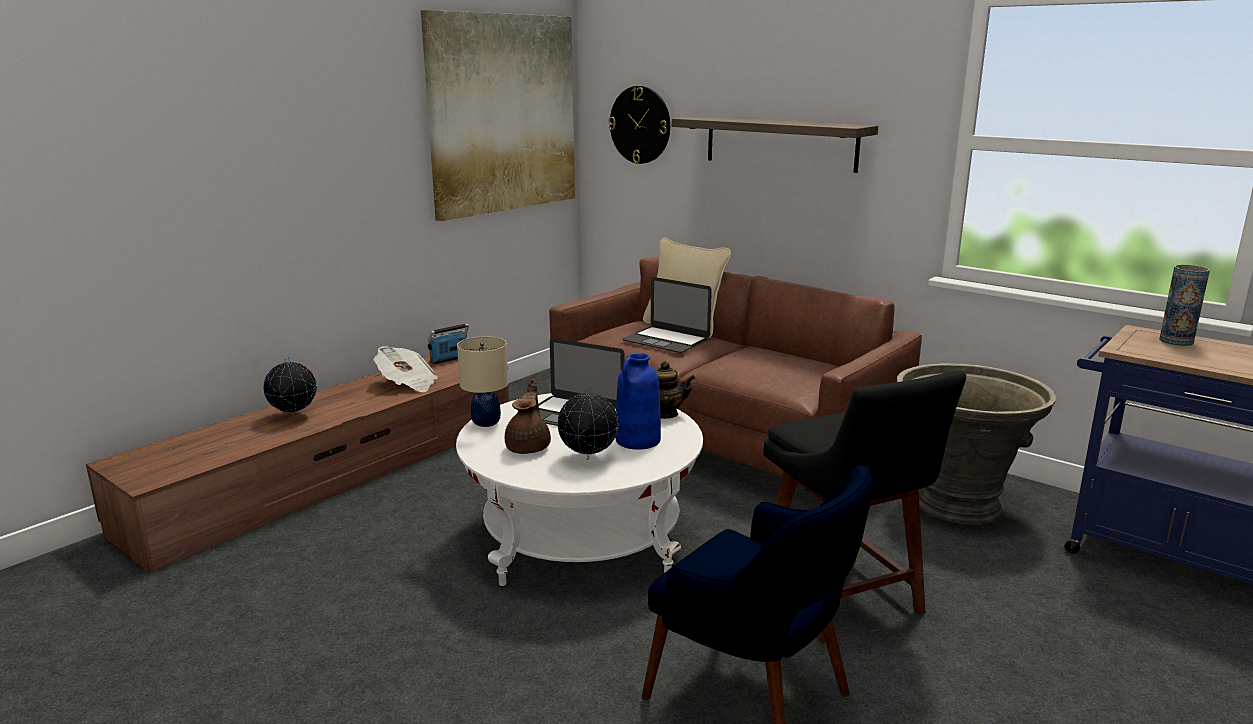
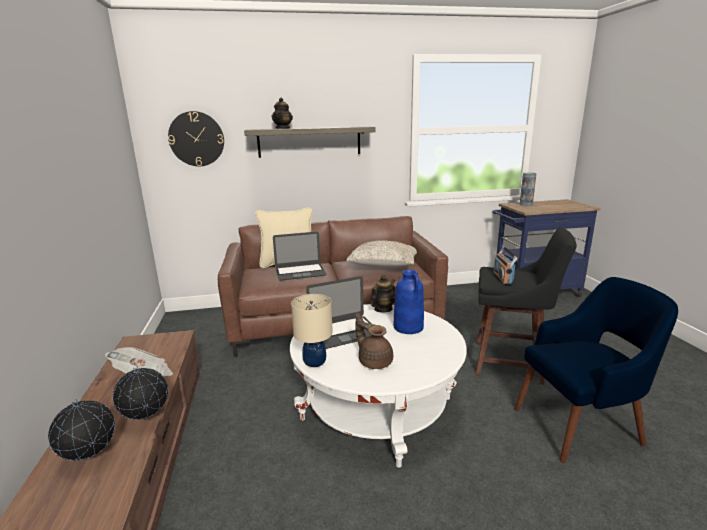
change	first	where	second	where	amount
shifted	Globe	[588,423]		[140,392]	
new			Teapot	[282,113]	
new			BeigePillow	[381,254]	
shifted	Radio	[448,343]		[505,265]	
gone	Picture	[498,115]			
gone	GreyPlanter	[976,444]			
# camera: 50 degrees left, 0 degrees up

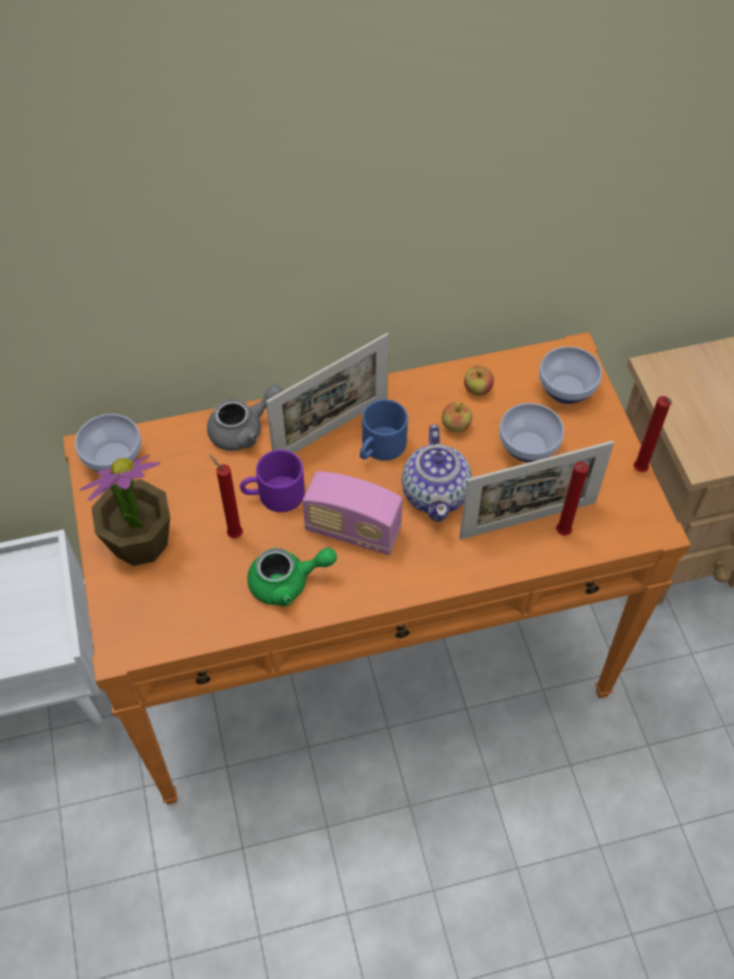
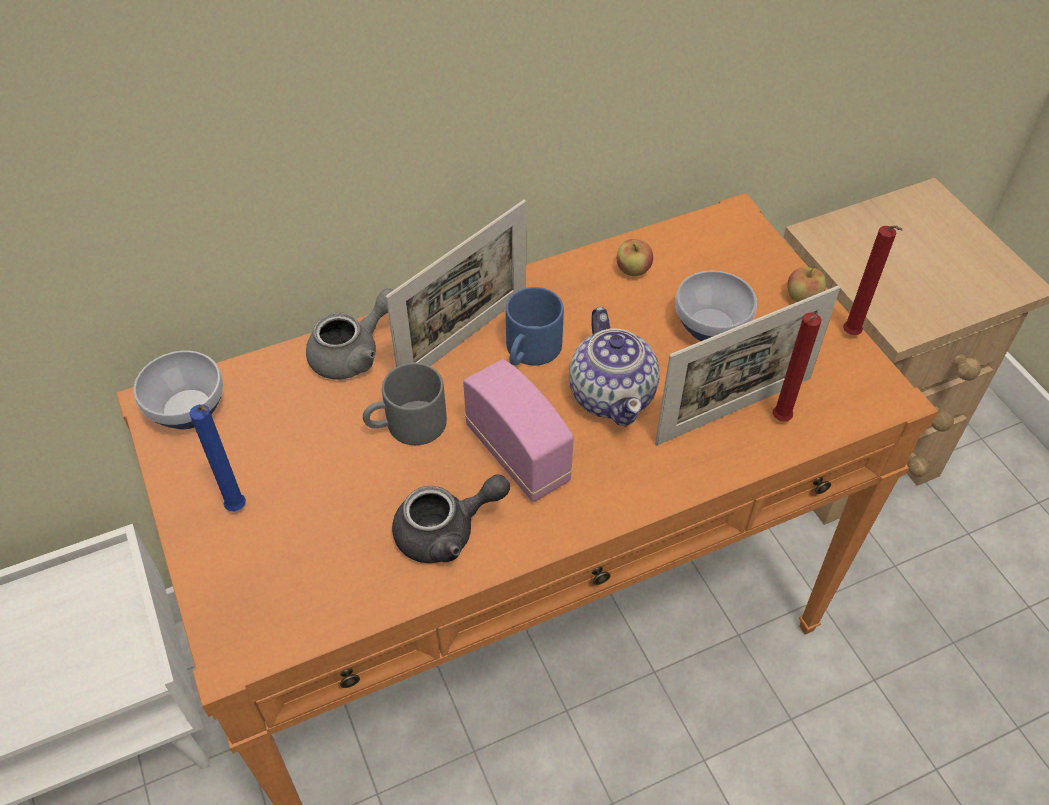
change	first	where	second	where	amount
swapped	PottedPlant	[125,510]	BlueCandle	[217,457]	
repainted	PurpleMug	[272,481]	GreyMug	[405,404]	
repainted	GreenTeapot	[292,577]	GreyTeapot	[451,518]	
rotated	Radio	[353,513]		[518,430]	135 degrees counterclockwise
shifted	Apple	[457,417]		[806,283]	
gone	RedCandle	[226,496]			
gone	Bowl	[570,375]			
# camera: 10 degrees left, 5 degrees down

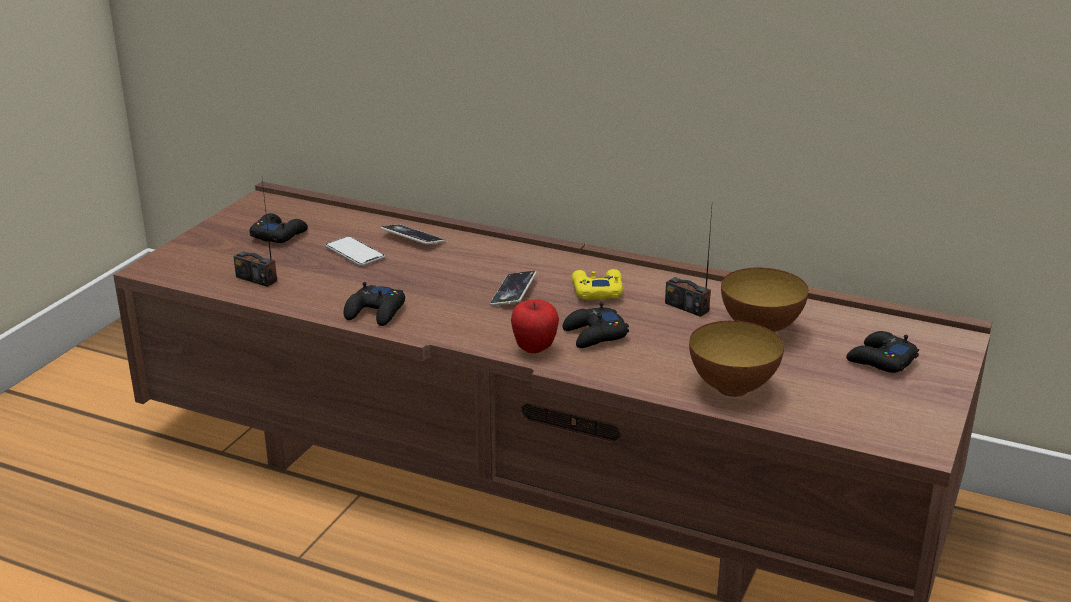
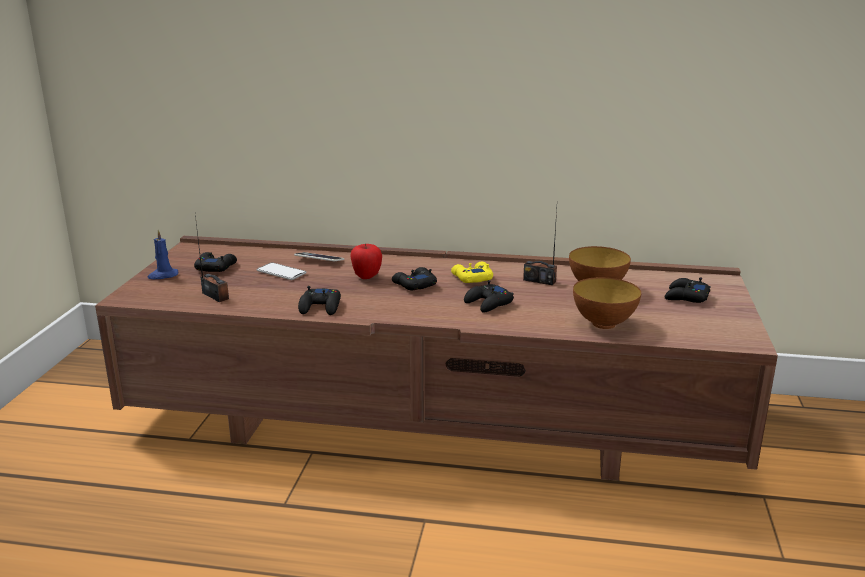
change	first	where	second	where	amount
new			BlueCandle	[162,254]	
rotated	Radio	[255,233]		[212,258]	150 degrees counterclockwise
shifted	Apple	[535,326]		[366,261]	
swapped	Phone	[513,288]	BlackGameController	[414,279]	
# camera: 15 degrees left, 5 degrees down

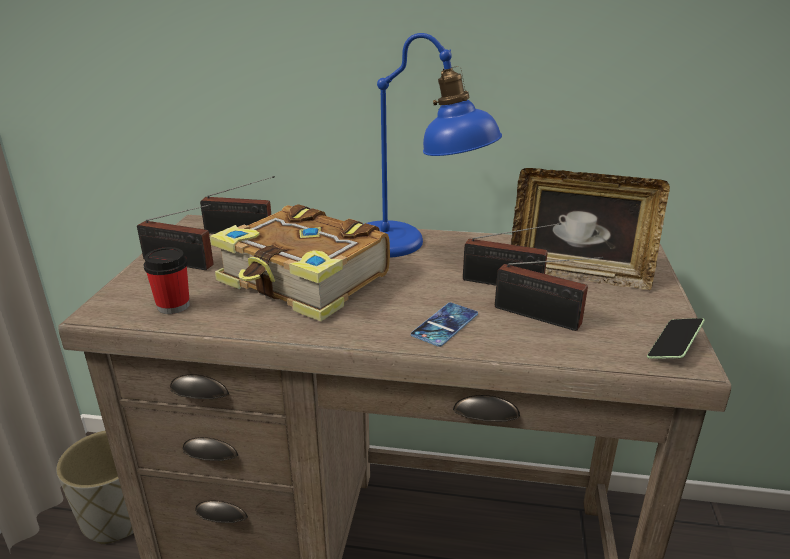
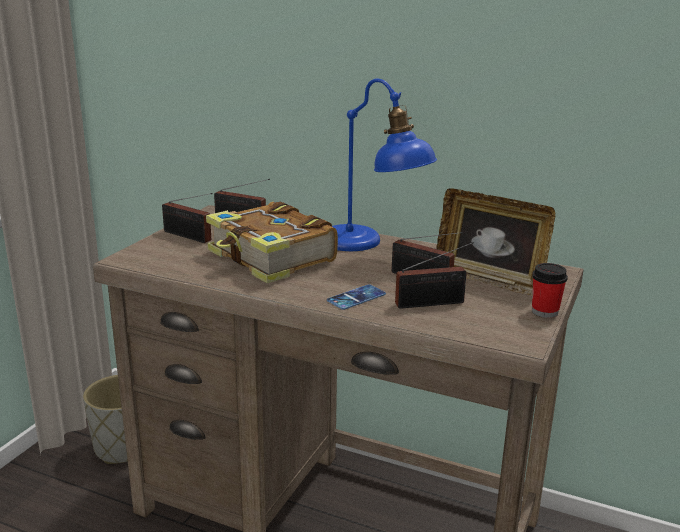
change	first	where	second	where	amount
rotated	Radio	[549,294]		[434,275]	60 degrees counterclockwise
shifted	Cup	[167,280]		[550,290]	
gone	Phone	[676,338]			
# camera: 15 degrees right, 5 degrees down

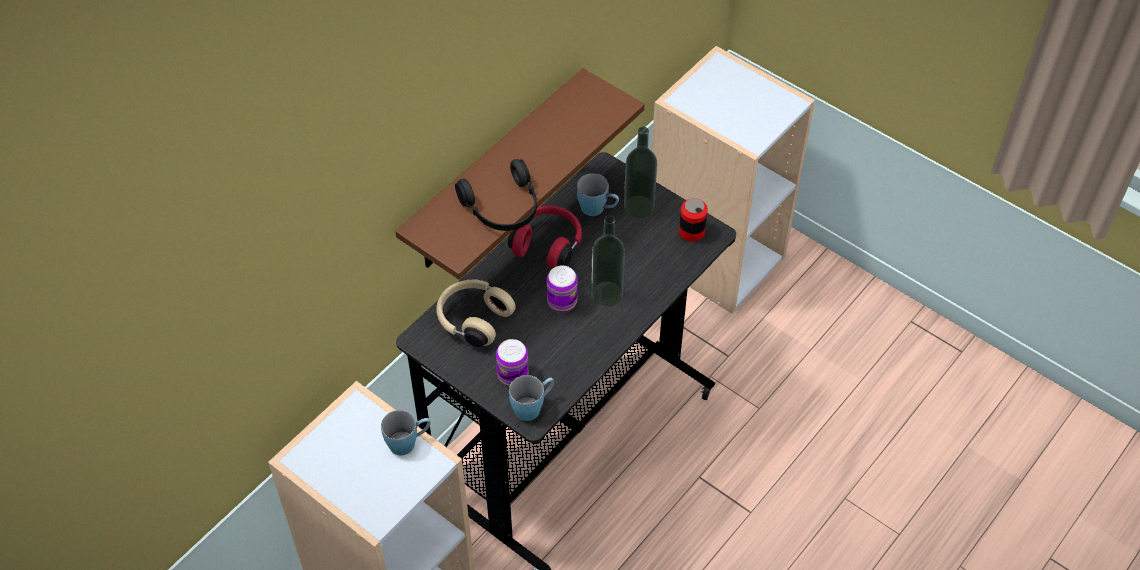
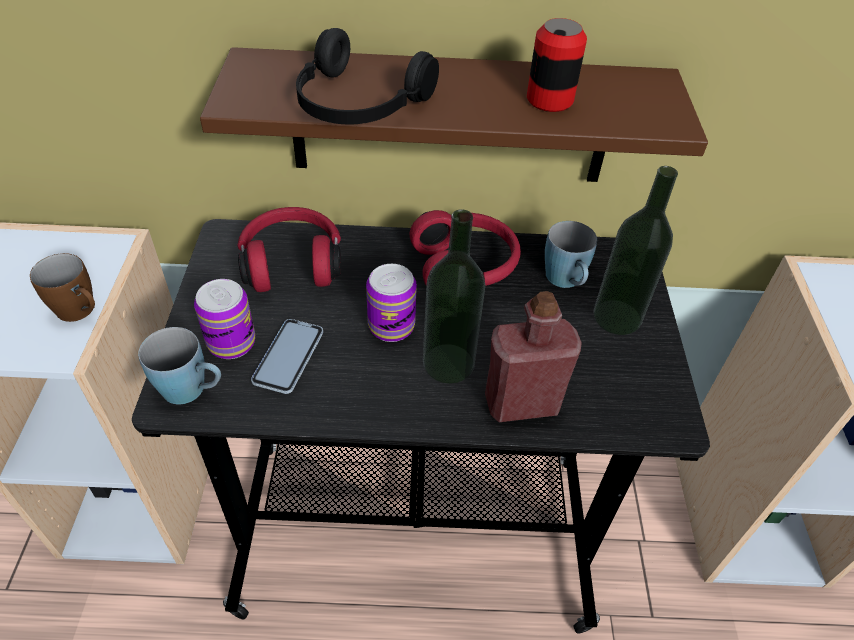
change	first	where	second	where	amount
repainted	BlueMug	[406,432]	BrownMug	[62,287]	
repainted	BeigeHeadphones	[476,313]	RedHeadphones	[289,249]	
new			Phone	[287,356]	
new			RedBottle	[533,356]	
shifted	Can	[693,220]		[557,65]	
# camera: 50 degrees right, 5 degrees down

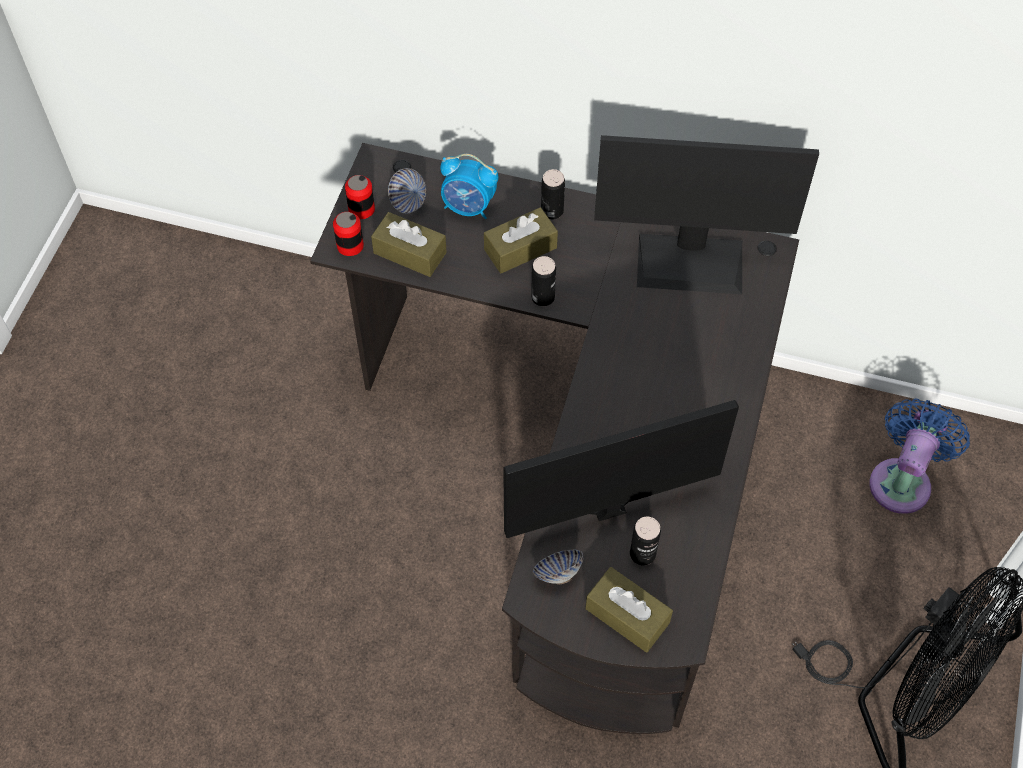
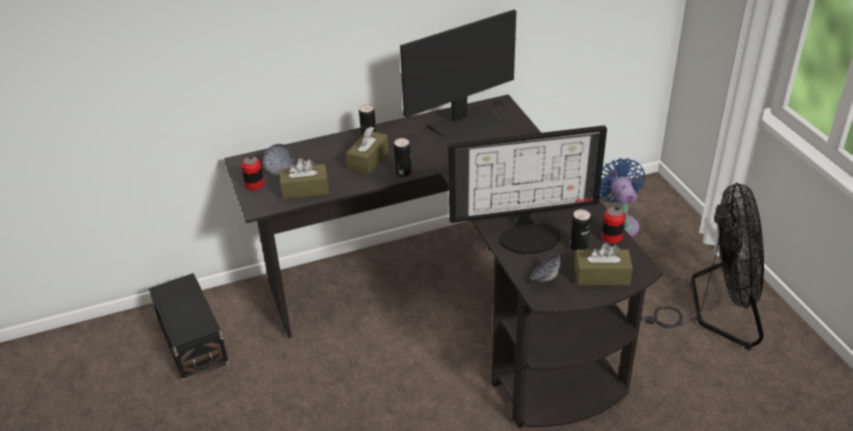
change	first	where	second	where	amount
new			BlackStorageBox	[189,327]	
rotated	Monitor	[621,469]		[527,190]	135 degrees counterclockwise
shifted	Can	[348,234]		[613,225]	
gone	AlarmClock	[469,186]			
# camera: 35 degrees left, 20 degrees down

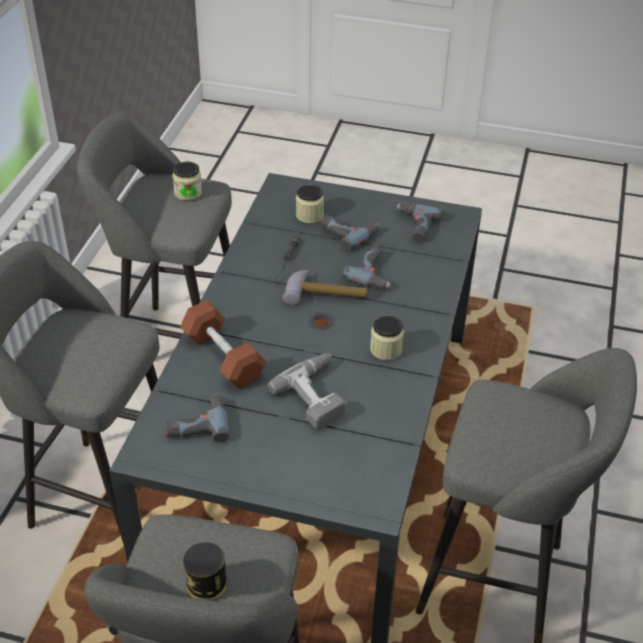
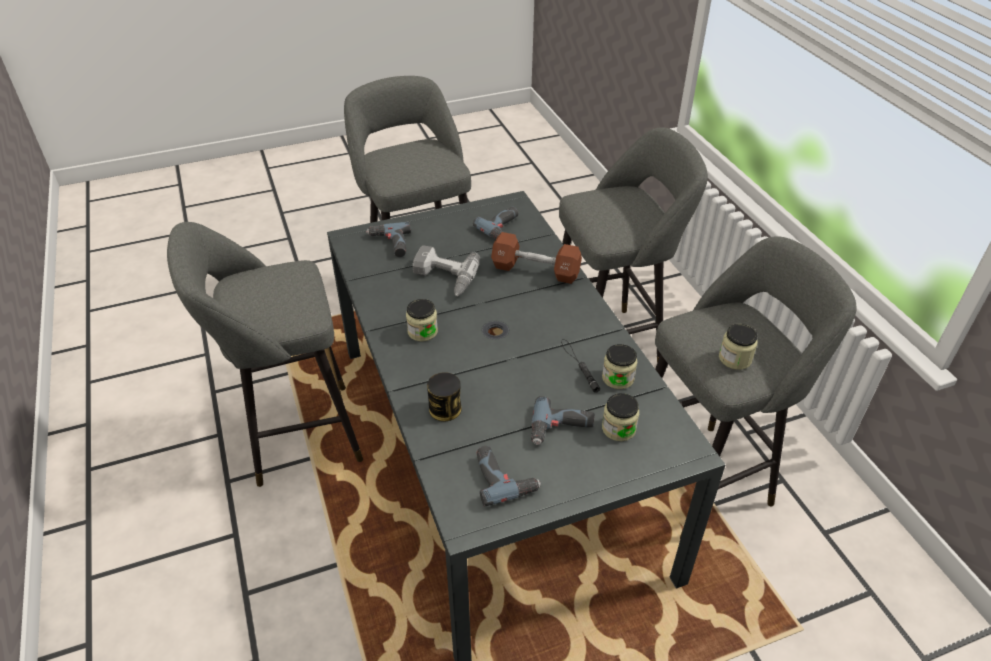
change	first	where	second	where	amount
shifted	PowerDrill	[366,267]		[388,239]	
shifted	Can	[205,571]		[444,396]	
new			Jar	[619,366]	
gone	Hammer	[325,287]			
# camera: 145 degrees right, 0 degrees up

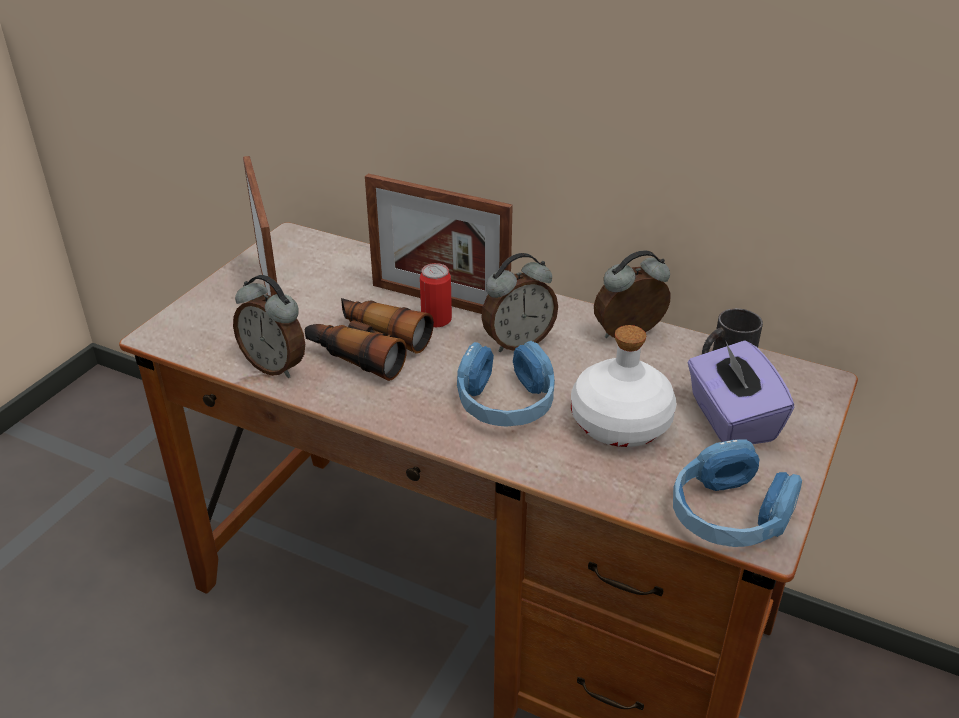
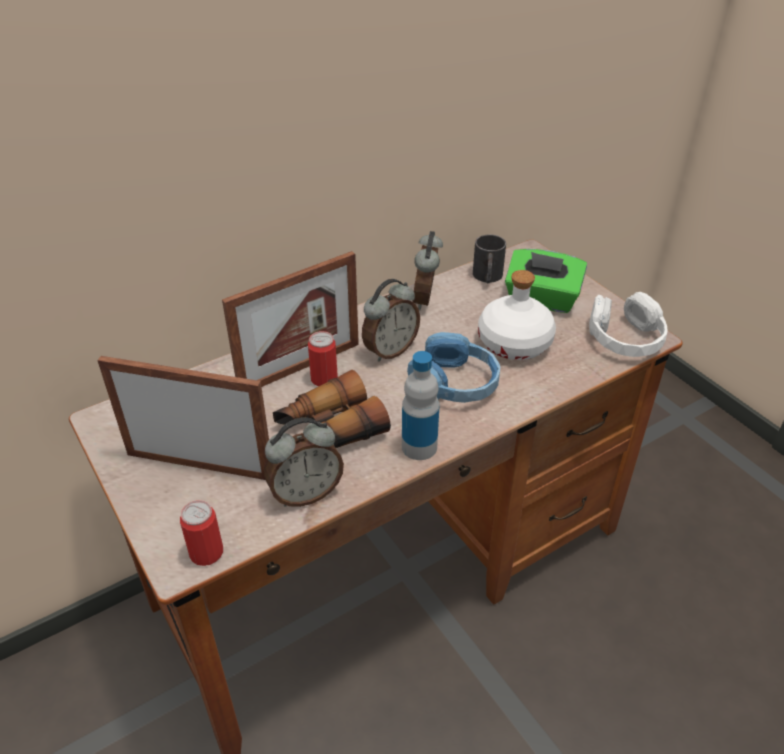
change	first	where	second	where	amount
new			Can	[201,533]	
rotated	AlarmClock	[519,302]		[391,320]	45 degrees clockwise
new			Bottle	[420,405]	
repainted	PurpleTissueBox	[741,392]	GreenTissueBox	[546,281]	
repainted	BlueHeadphones	[737,493]	WhiteHeadphones	[628,324]	
# camera: 60 degrees left, 5 degrees up

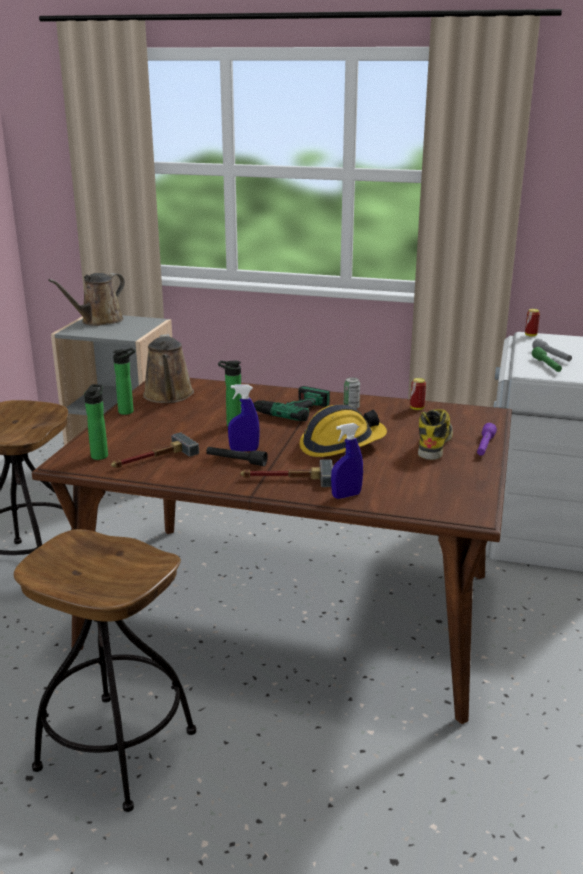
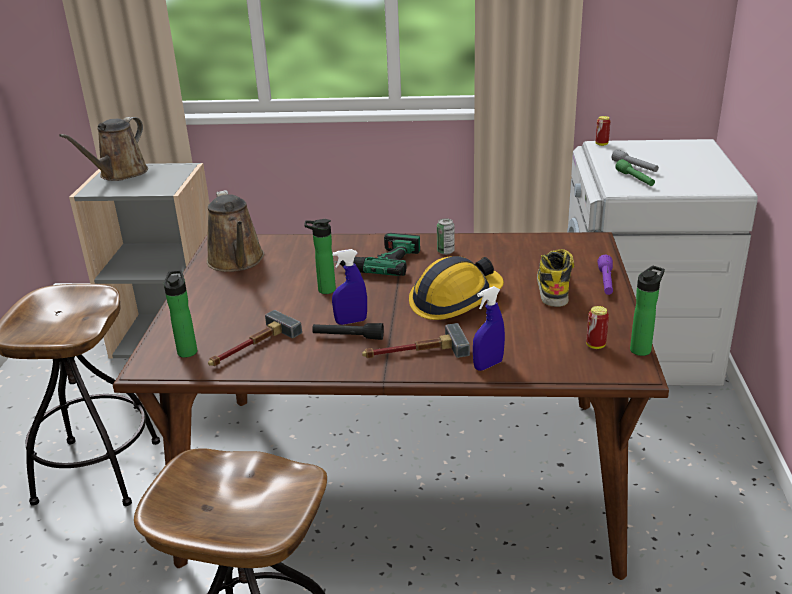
change	first	where	second	where	amount
shifted	Can	[418,394]		[597,327]	
shifted	Bottle	[124,381]		[647,311]	
# camera: 10 degrees left, 5 degrees up

